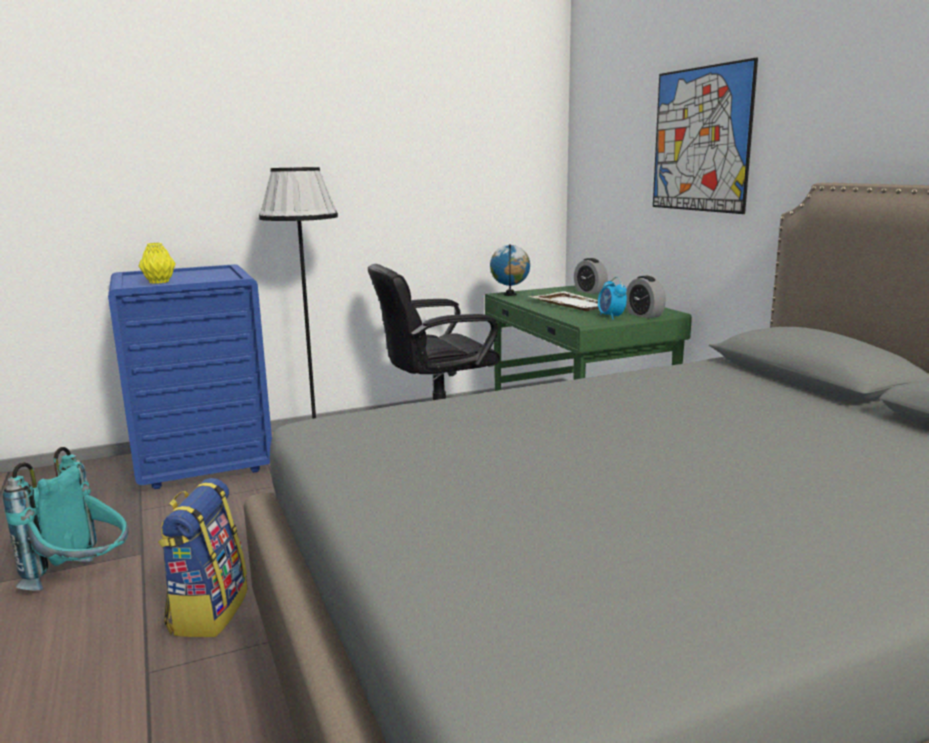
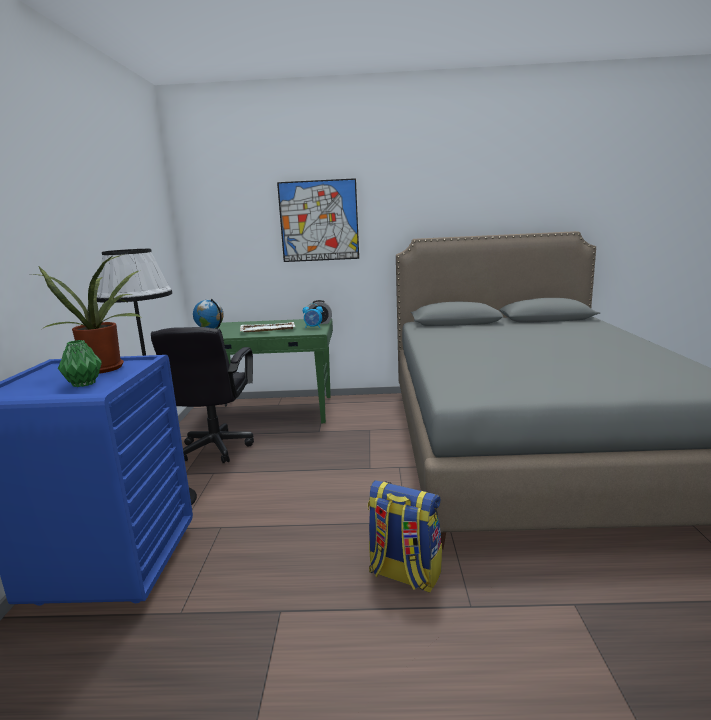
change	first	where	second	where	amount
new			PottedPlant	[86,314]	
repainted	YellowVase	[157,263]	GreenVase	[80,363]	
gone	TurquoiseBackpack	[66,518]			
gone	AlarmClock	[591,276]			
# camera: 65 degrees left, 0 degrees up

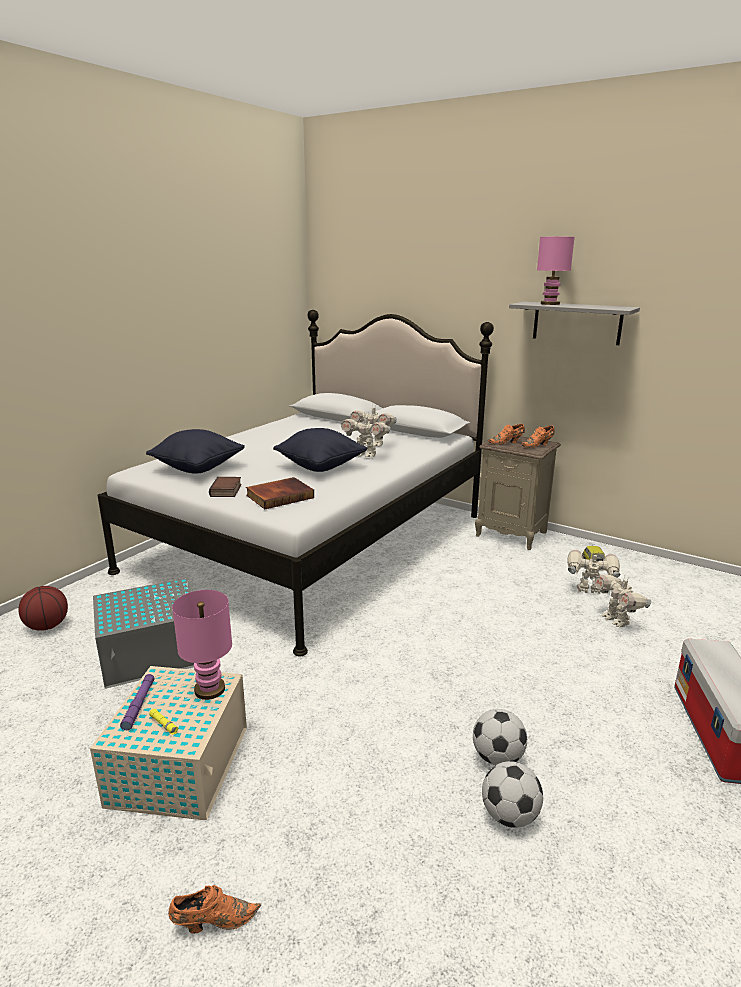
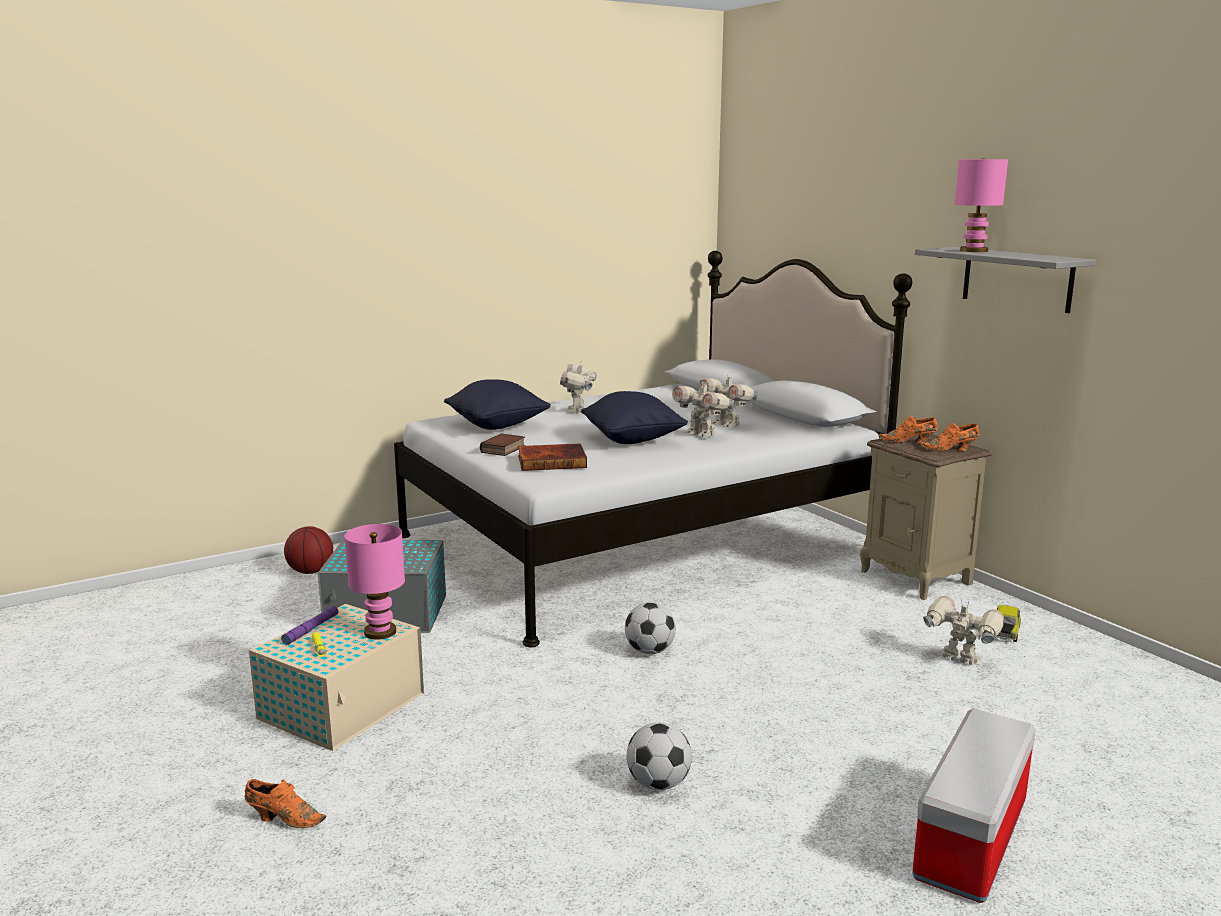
change	first	where	second	where	amount
shifted	ToyRobot	[622,601]		[578,386]	
shifted	Football	[512,794]		[650,628]	
# camera: 25 degrees right, 5 degrees down

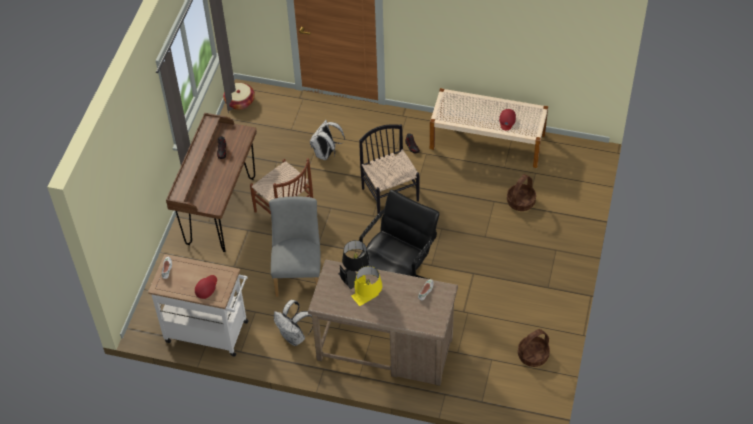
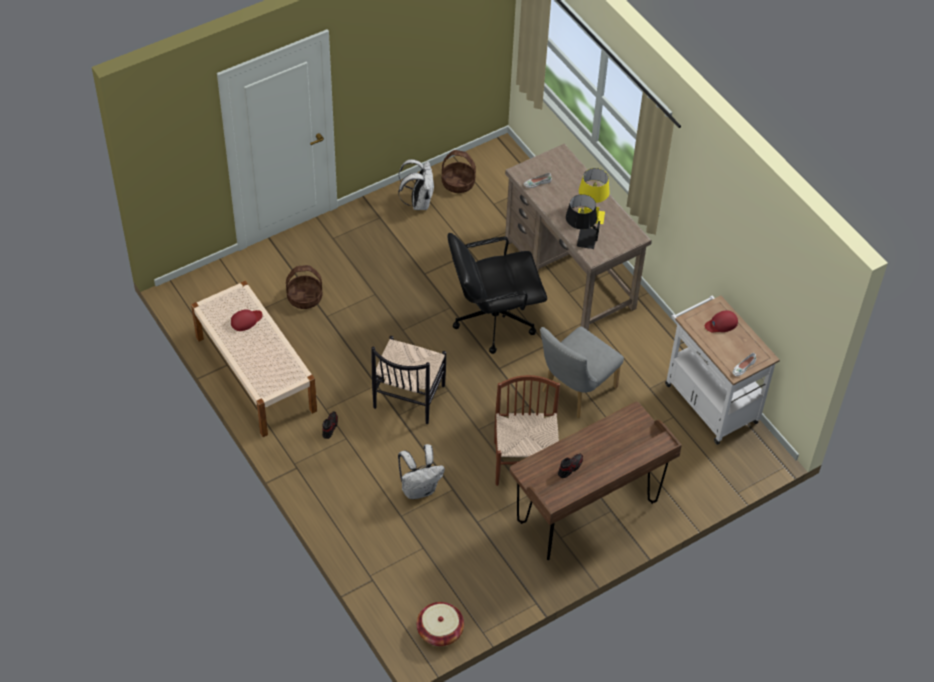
change	first	where	second	where	amount
shifted	WhiteBackpack	[293,323]		[416,184]	
# camera: 140 degrees left, 0 degrees up

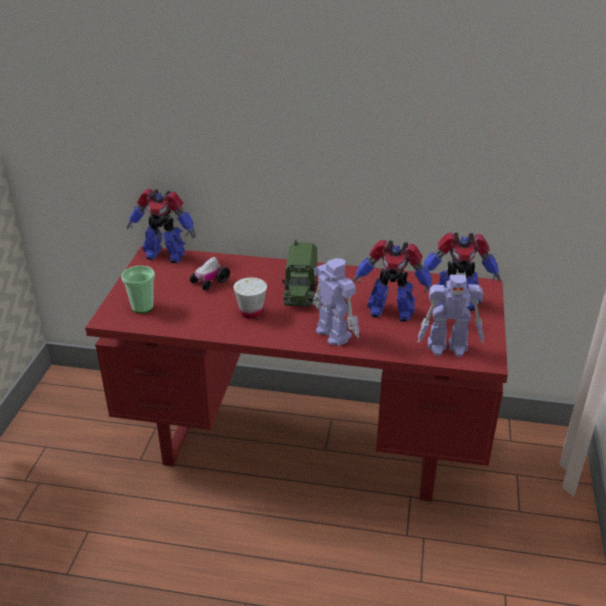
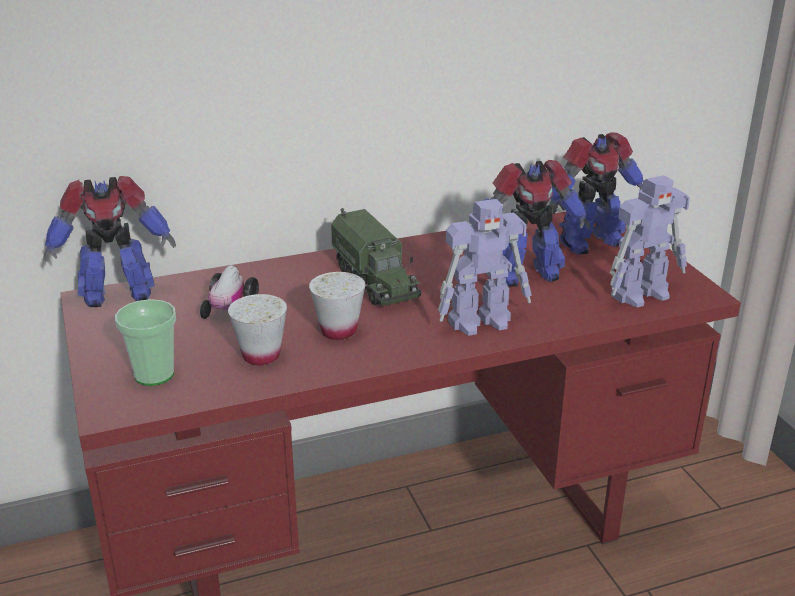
change	first	where	second	where	amount
new			WhiteCup	[257,329]	
rotated	ToyRobot	[336,302]		[485,267]	135 degrees clockwise
# camera: 30 degrees left, 5 degrees down

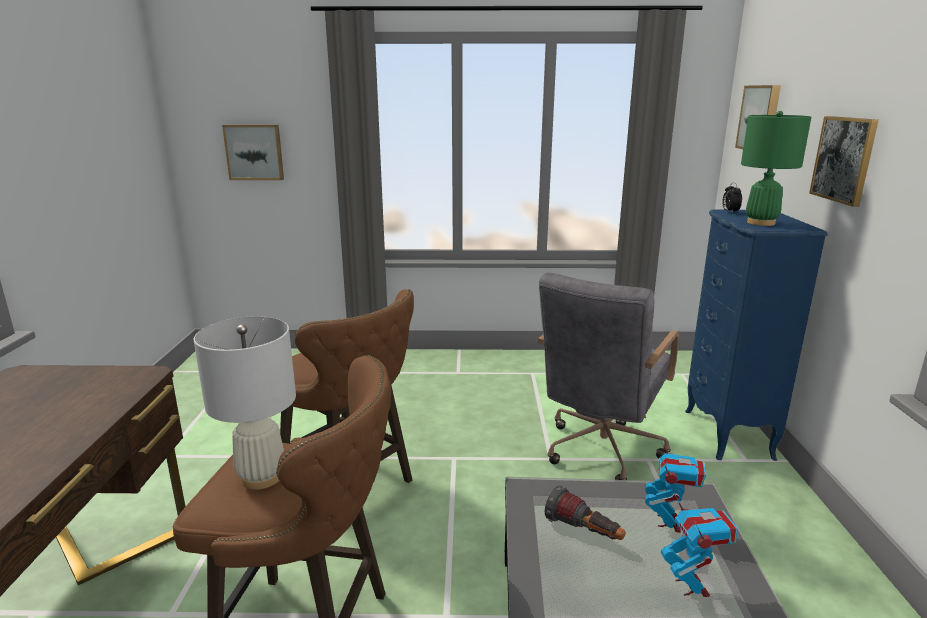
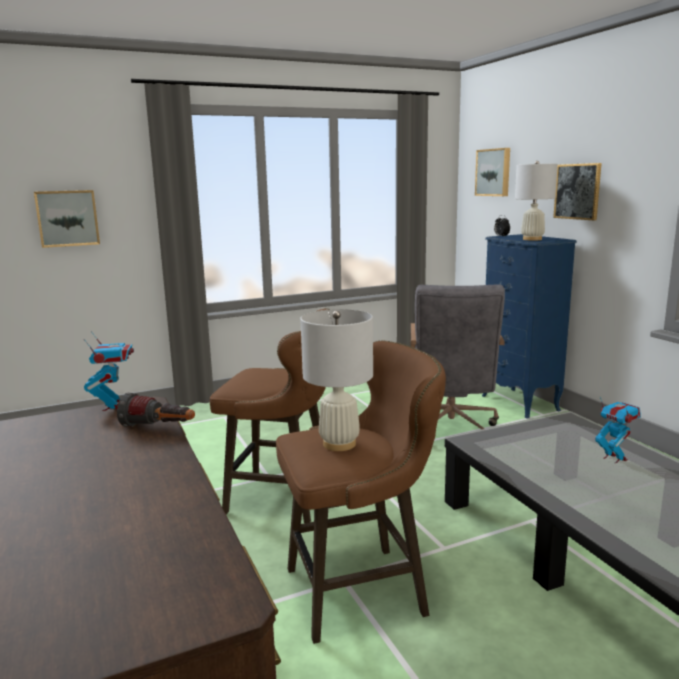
change	first	where	second	where	amount
shifted	ToyRobot	[675,485]		[109,371]	
shifted	Flashlight	[585,512]		[156,409]	
repainted	GreenTableLamp	[776,168]	WhiteTableLamp	[536,201]	
# camera: 25 degrees left, 5 degrees down

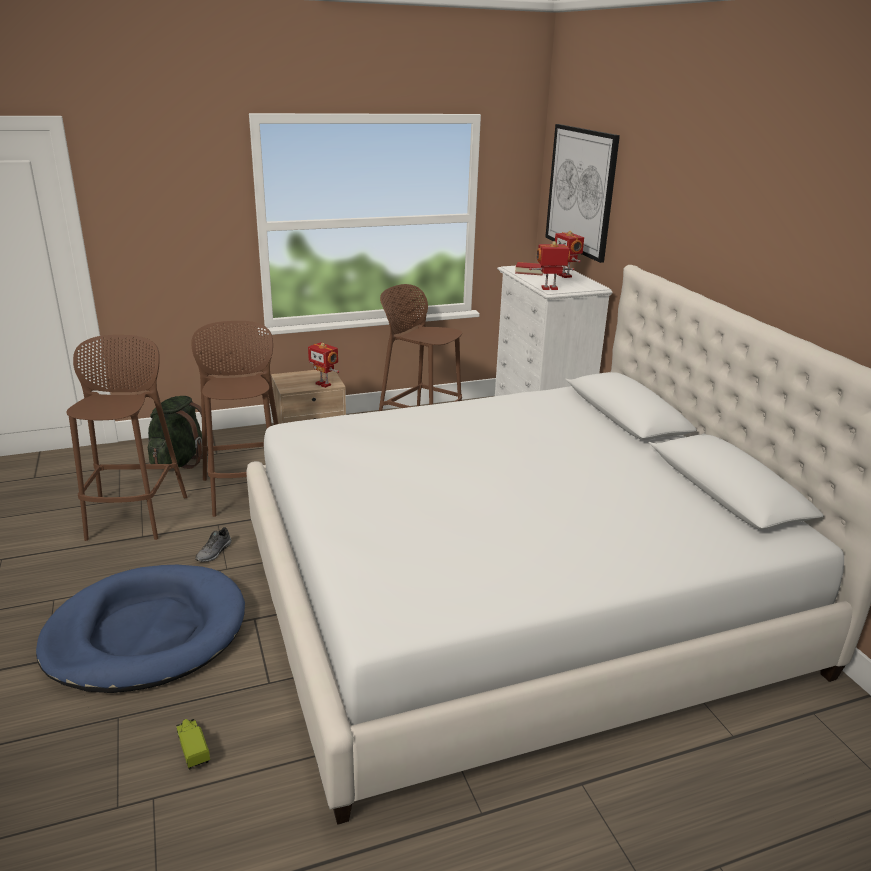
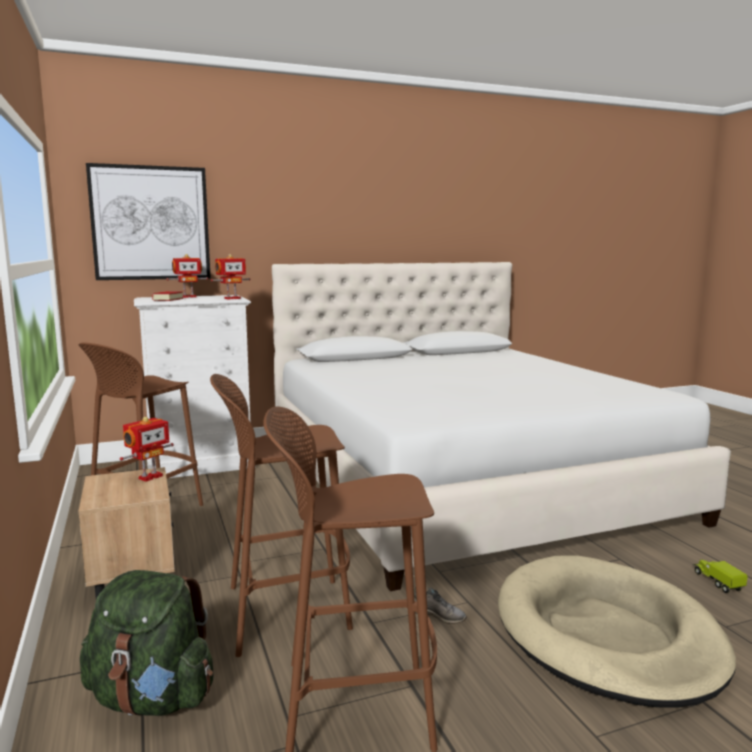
change	first	where	second	where	amount
rotated	ToyRobot	[551,265]		[231,276]	120 degrees counterclockwise
repainted	BlueDogBed	[140,629]	BeigeDogBed	[617,631]	
rotated	ToyTruck	[193,744]		[720,576]	105 degrees clockwise
# camera: 90 degrees left, 15 degrees down

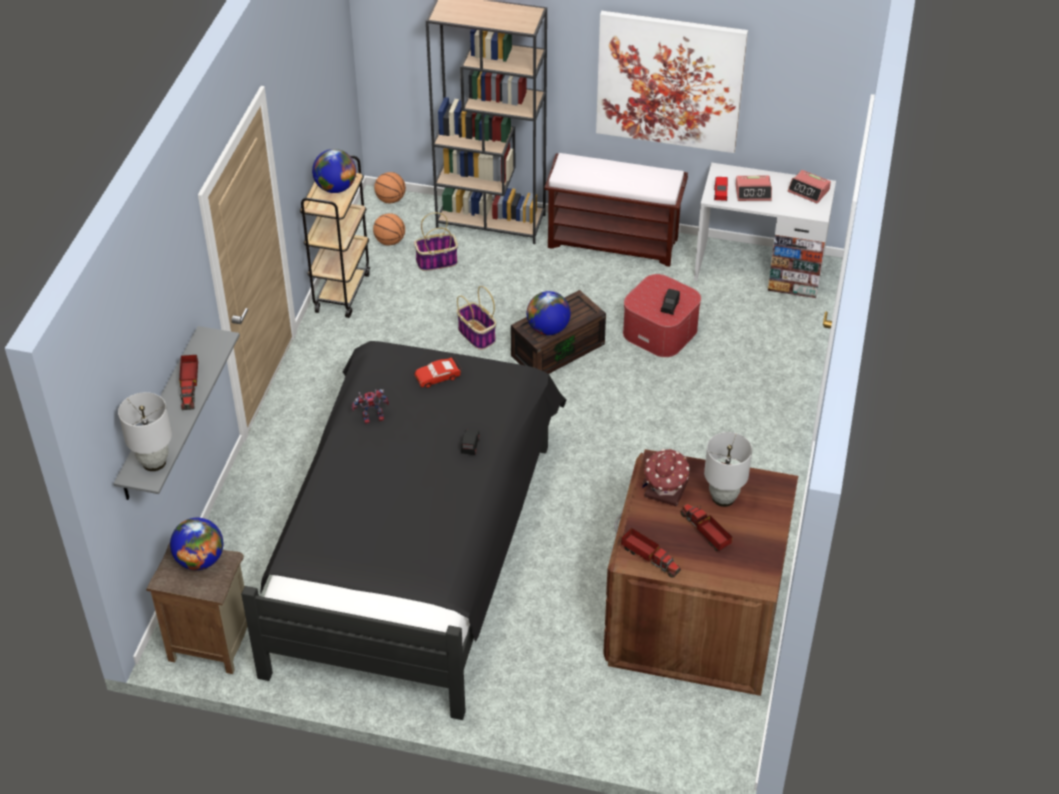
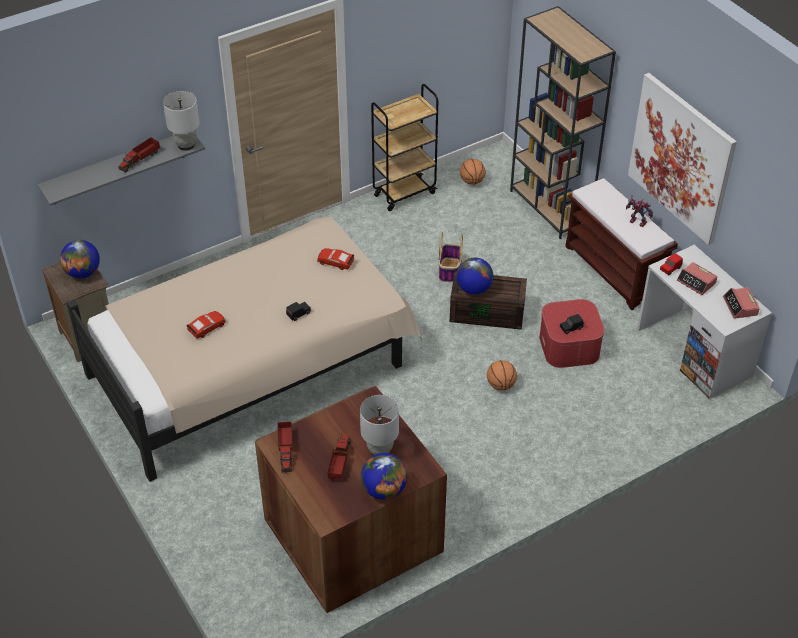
change	first	where	second	where	amount
repainted	BlackBed	[403,530]	BeigeBed	[244,349]	
shifted	WhiteTableLamp	[145,431]		[181,121]	
new			RedToyCar	[206,325]	
shifted	Globe	[334,171]		[384,476]	
shifted	Basketball	[390,187]		[502,375]	
shifted	ToyRobot	[370,406]		[639,211]	
gone	Basket	[436,241]			
gone	ToyHouse	[666,477]			
# camera: 45 degrees right, 0 degrees up

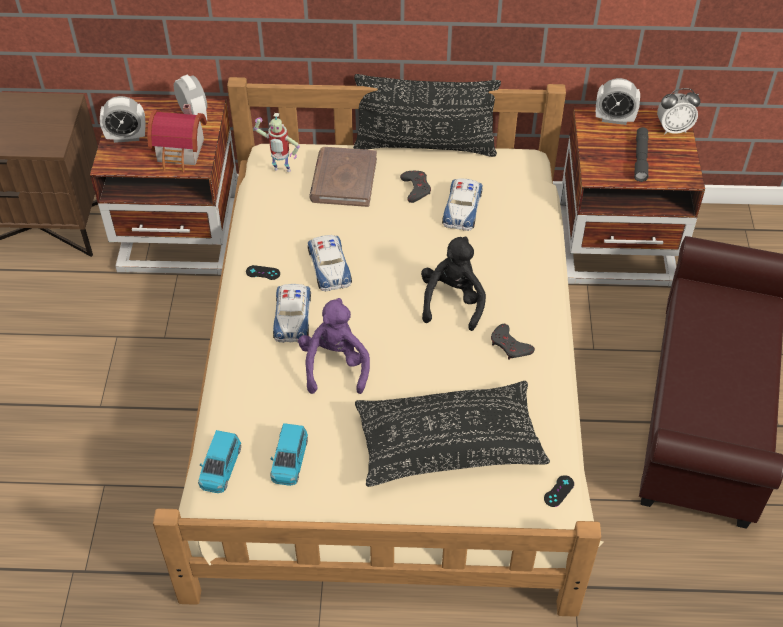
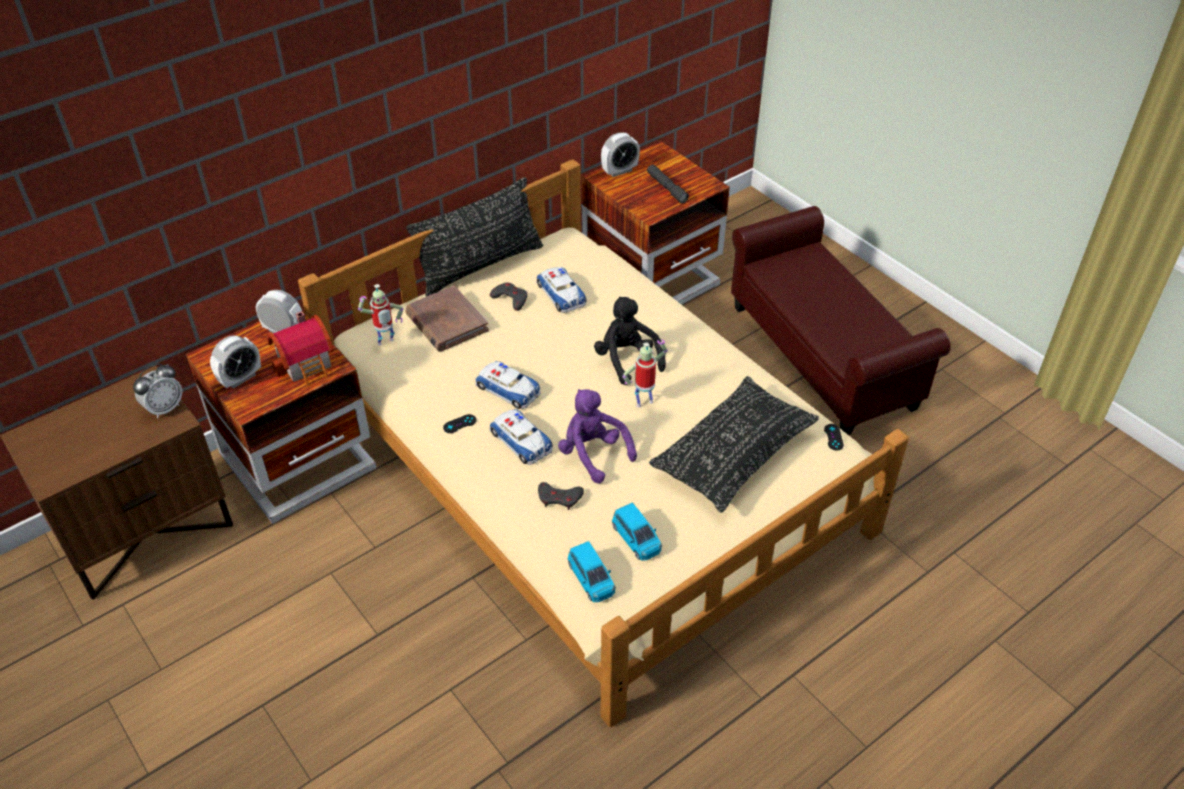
change	first	where	second	where	amount
shifted	AlarmClock	[679,111]		[157,390]	
shifted	GreyGameController	[513,341]		[561,496]	
new			ToyRobot	[645,373]	
# camera: 40 degrees left, 5 degrees down

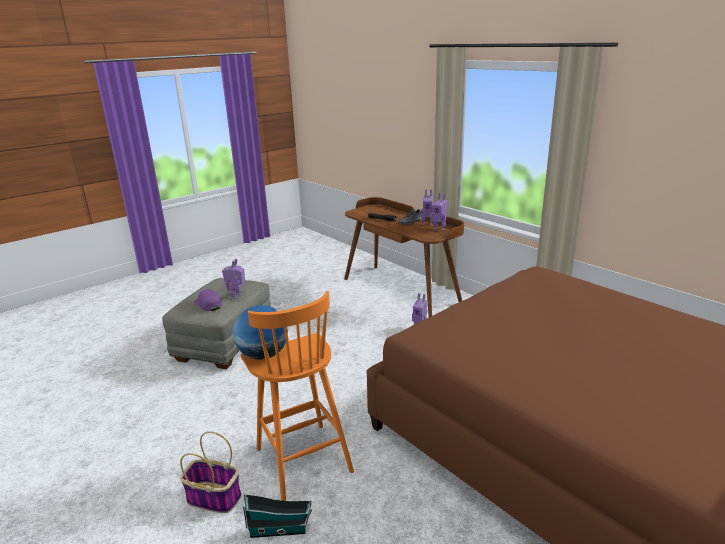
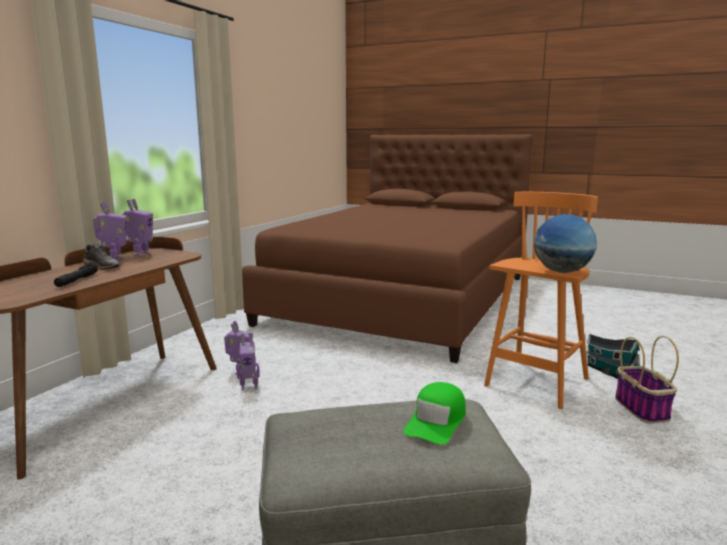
change	first	where	second	where	amount
shifted	ToyRobot	[233,279]		[248,361]	
repainted	PurpleCap	[208,300]	GreenCap	[434,413]	
# camera: 115 degrees left, 10 degrees down

